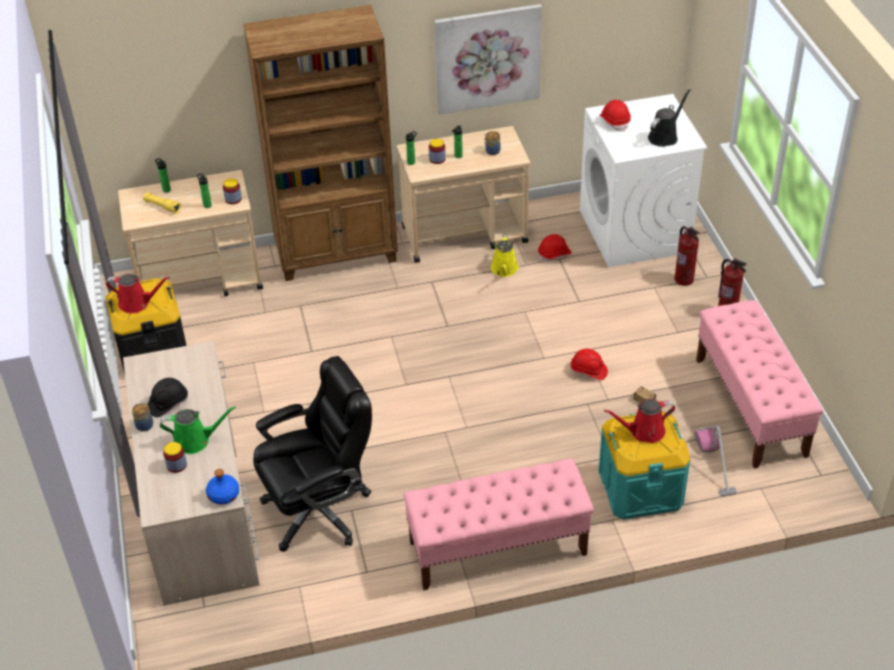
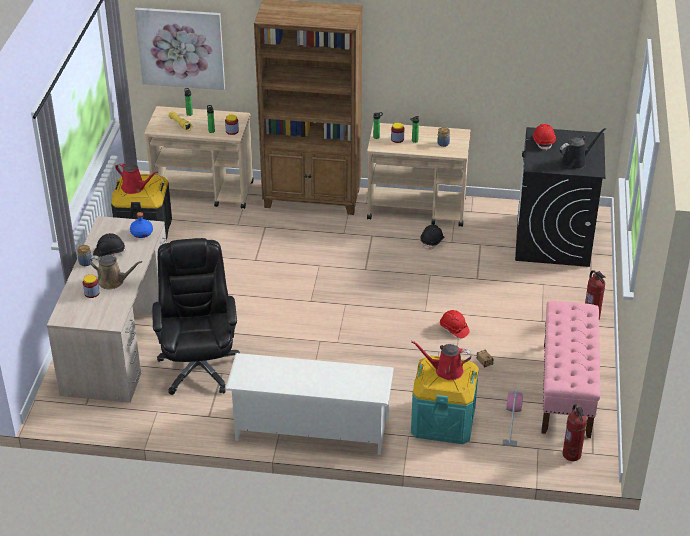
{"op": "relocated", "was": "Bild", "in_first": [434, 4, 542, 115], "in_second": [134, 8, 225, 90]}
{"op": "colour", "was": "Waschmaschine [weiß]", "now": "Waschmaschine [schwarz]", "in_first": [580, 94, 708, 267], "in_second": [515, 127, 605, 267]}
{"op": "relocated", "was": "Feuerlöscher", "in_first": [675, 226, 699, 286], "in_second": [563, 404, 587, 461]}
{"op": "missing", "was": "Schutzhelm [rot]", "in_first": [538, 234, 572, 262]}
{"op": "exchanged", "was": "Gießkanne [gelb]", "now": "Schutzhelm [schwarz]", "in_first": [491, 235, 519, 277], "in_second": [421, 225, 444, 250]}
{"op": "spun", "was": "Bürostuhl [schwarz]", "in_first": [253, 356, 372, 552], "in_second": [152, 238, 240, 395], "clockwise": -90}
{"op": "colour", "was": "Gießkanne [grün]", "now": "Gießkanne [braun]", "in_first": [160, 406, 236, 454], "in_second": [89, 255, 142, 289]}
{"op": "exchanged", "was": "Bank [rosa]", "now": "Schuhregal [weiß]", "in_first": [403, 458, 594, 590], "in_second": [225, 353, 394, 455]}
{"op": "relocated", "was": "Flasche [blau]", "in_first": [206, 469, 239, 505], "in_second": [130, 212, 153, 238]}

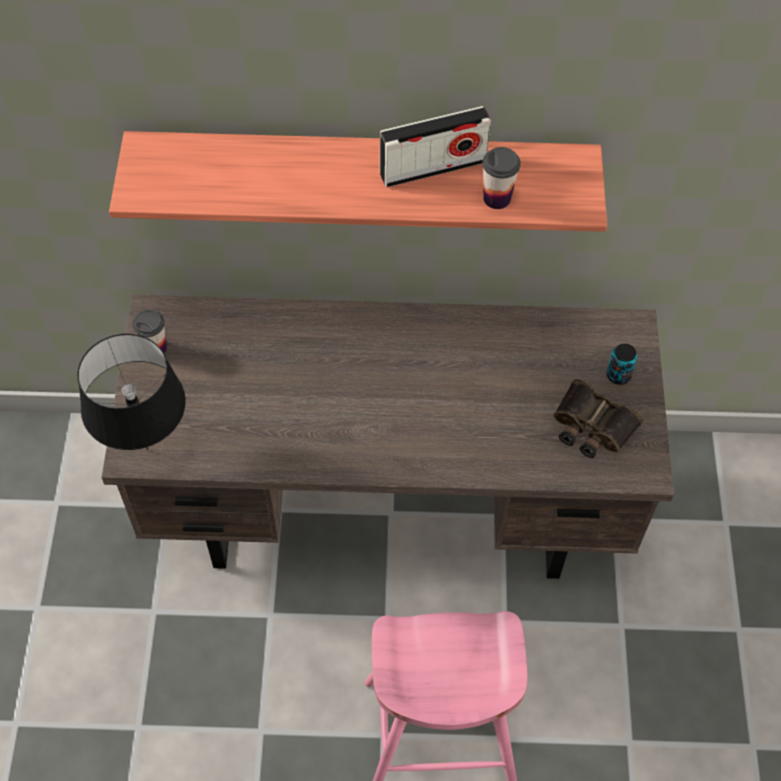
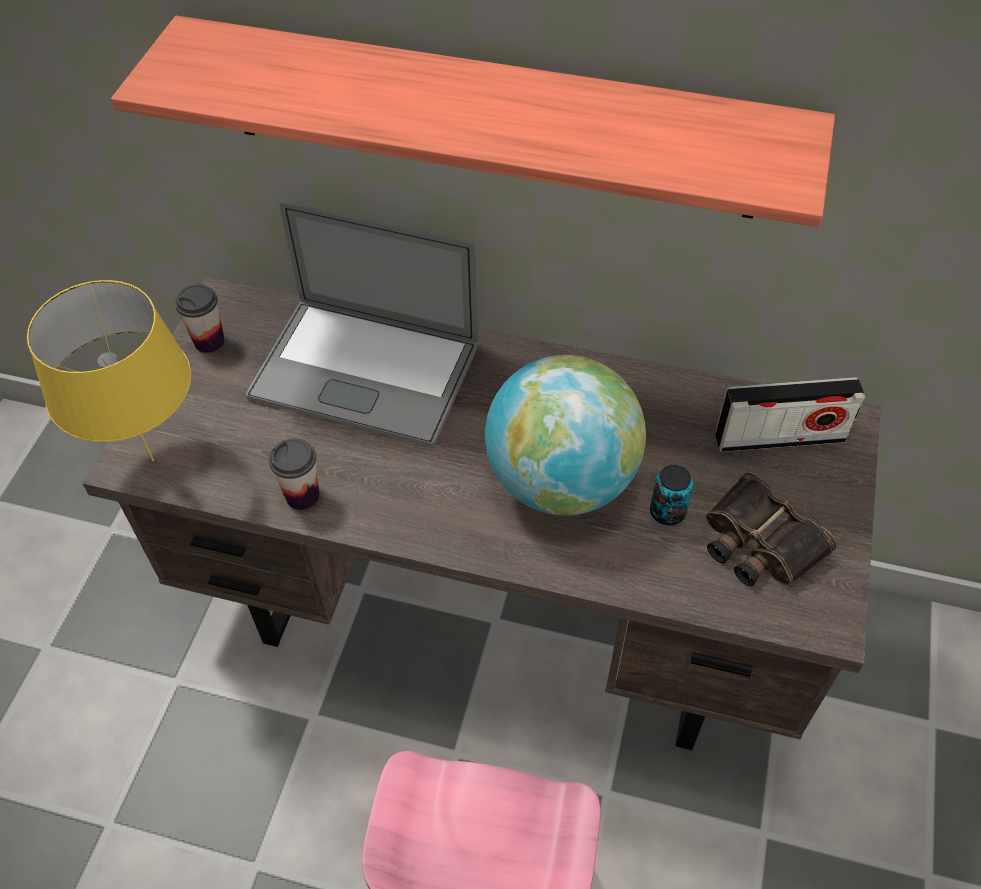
{"op": "relocated", "was": "Radio", "in_first": [380, 106, 491, 187], "in_second": [715, 377, 865, 452]}
{"op": "relocated", "was": "Tasse", "in_first": [482, 147, 521, 209], "in_second": [269, 438, 319, 510]}
{"op": "colour", "was": "Tischlampe [schwarz]", "now": "Tischlampe [gelb]", "in_first": [77, 334, 186, 451], "in_second": [27, 280, 191, 461]}
{"op": "relocated", "was": "Dose", "in_first": [607, 343, 637, 385], "in_second": [650, 465, 693, 526]}
{"op": "appeared", "now": "Laptop", "in_second": [246, 201, 479, 447]}
{"op": "appeared", "now": "Globus", "in_second": [485, 355, 646, 516]}

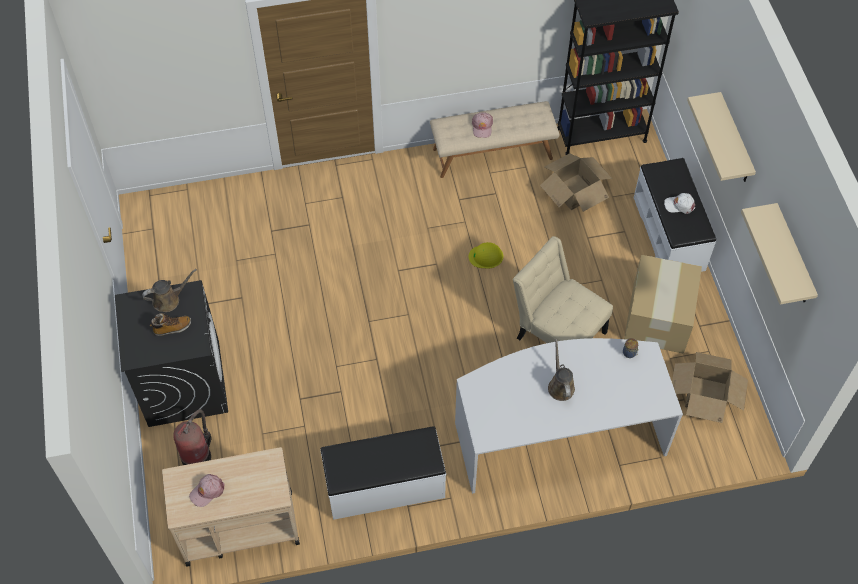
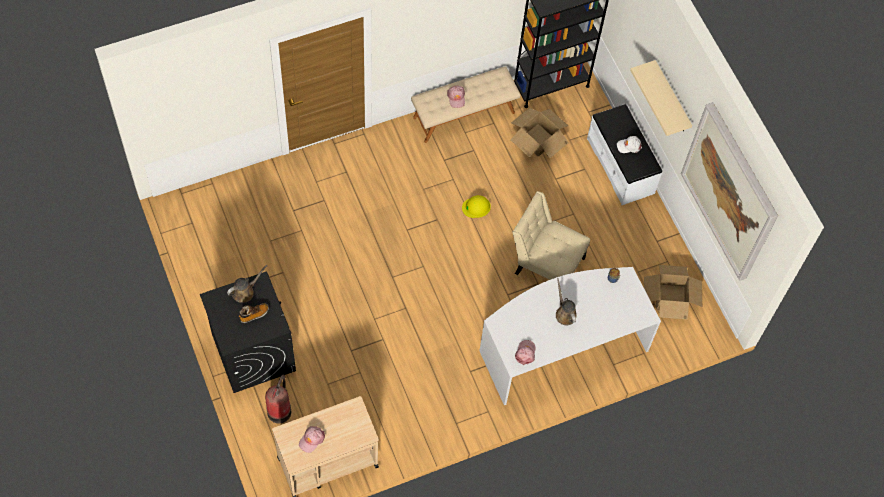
{"op": "exchanged", "was": "Wandregal [beige]", "now": "Bild", "in_first": [741, 203, 818, 305], "in_second": [681, 102, 778, 281]}
{"op": "missing", "was": "Karton", "in_first": [624, 255, 702, 354]}
{"op": "missing", "was": "Bank [weiß]", "in_first": [321, 426, 446, 520]}
{"op": "appeared", "now": "Kappe [rosa]", "in_second": [515, 340, 536, 365]}

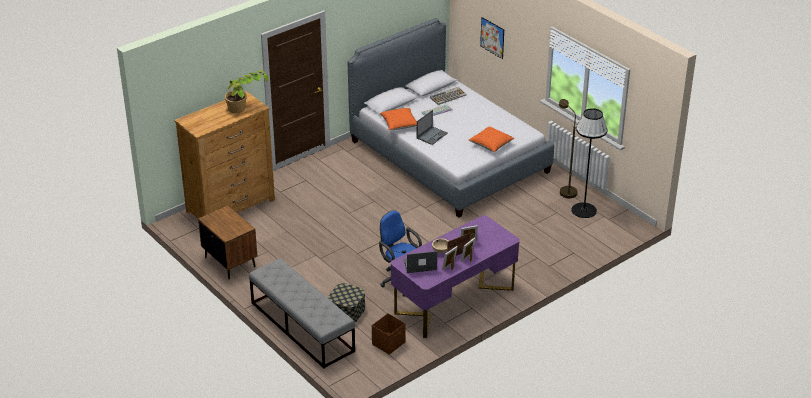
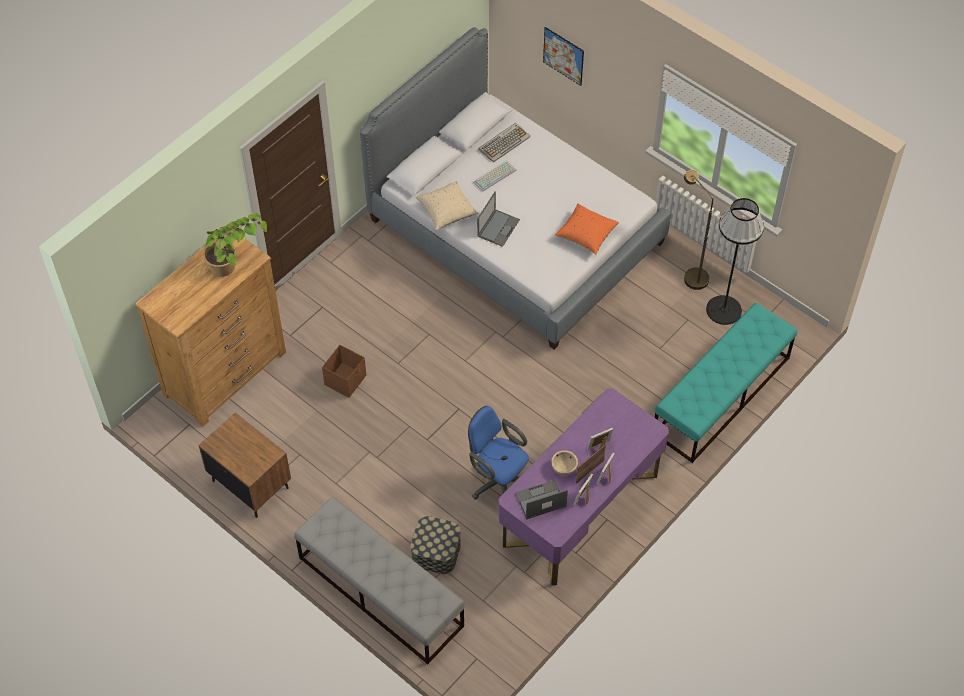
{"op": "colour", "was": "Kissen [orange]", "now": "Kissen [beige]", "in_first": [380, 108, 417, 130], "in_second": [416, 181, 478, 230]}
{"op": "relocated", "was": "Aufbewahrungsbox [braun]", "in_first": [372, 313, 405, 355], "in_second": [322, 345, 366, 398]}
{"op": "appeared", "now": "Bank [türkis]", "in_second": [655, 303, 797, 463]}

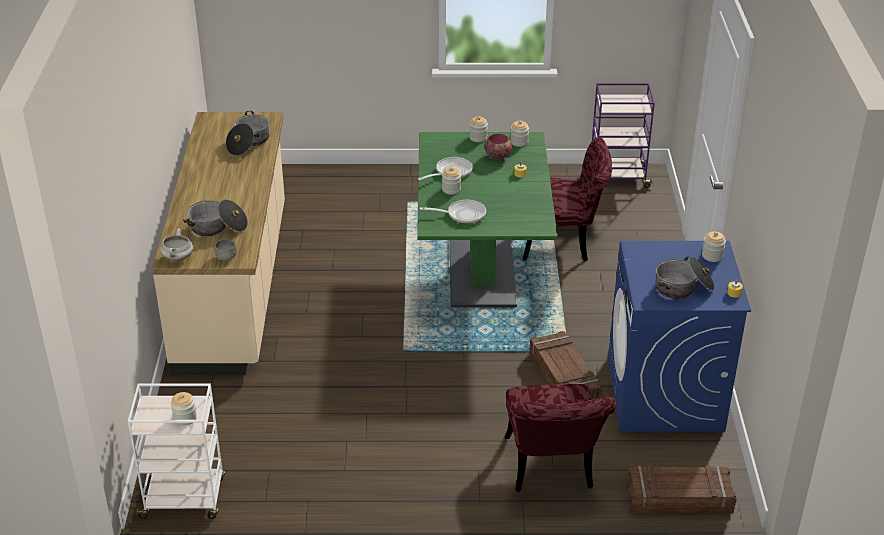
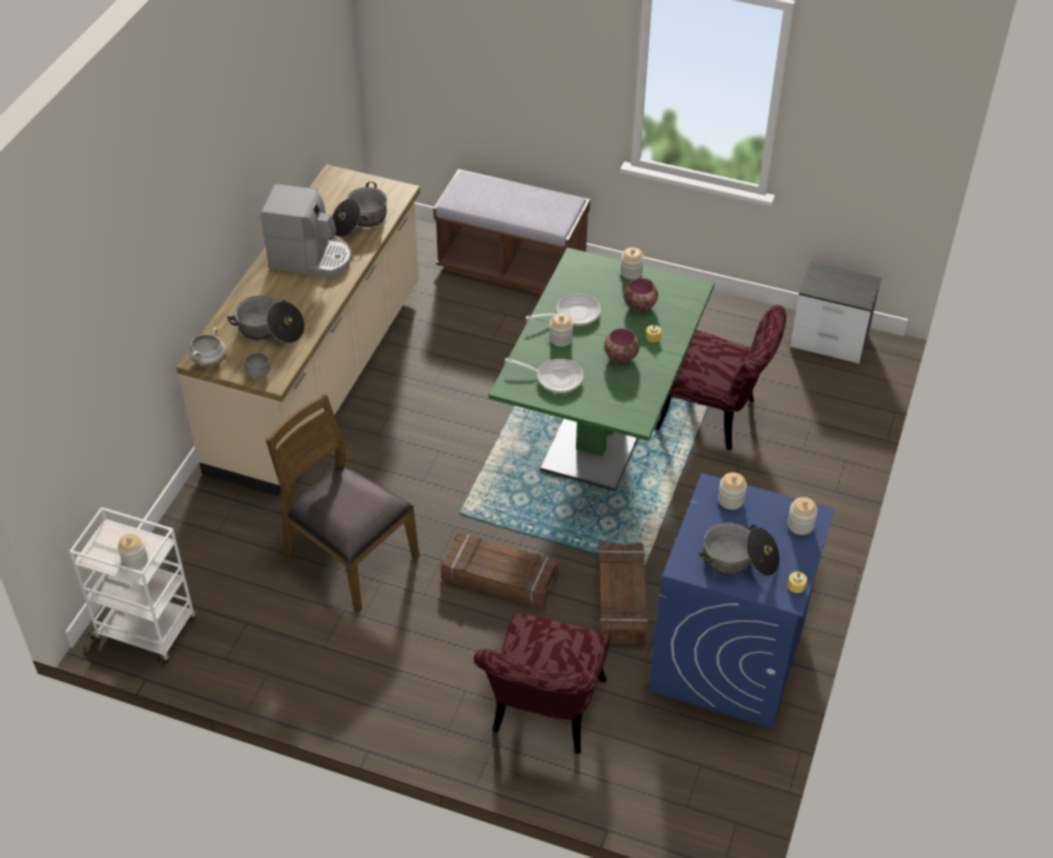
{"op": "exchanged", "was": "Rollwagen [lila]", "now": "Nachttisch", "in_first": [592, 83, 655, 188], "in_second": [790, 261, 882, 363]}
{"op": "relocated", "was": "Vorratsglas", "in_first": [510, 121, 529, 147], "in_second": [718, 472, 747, 510]}
{"op": "relocated", "was": "Kiste", "in_first": [626, 465, 737, 513], "in_second": [441, 533, 559, 610]}
{"op": "appeared", "now": "Bank [braun]", "in_second": [433, 169, 590, 294]}
{"op": "appeared", "now": "Kaffeemaschine", "in_second": [261, 184, 351, 277]}
{"op": "appeared", "now": "Schüssel", "in_second": [604, 328, 640, 365]}
{"op": "appeared", "now": "Stuhl [braun]", "in_second": [266, 394, 420, 613]}

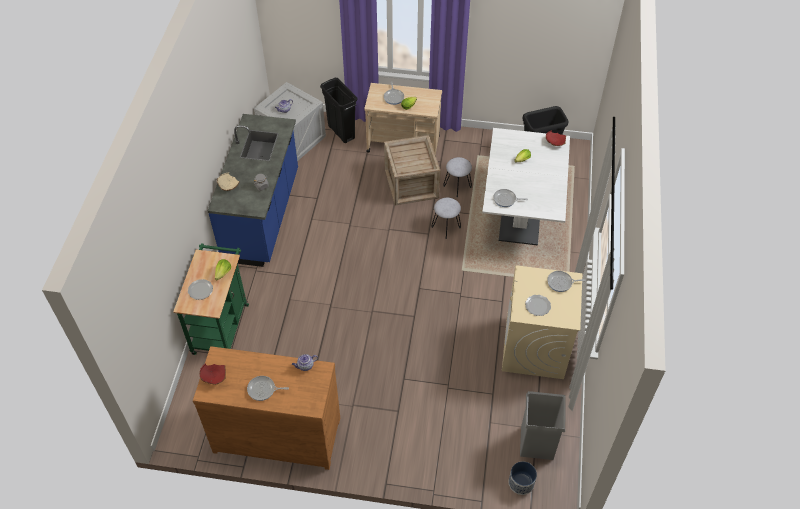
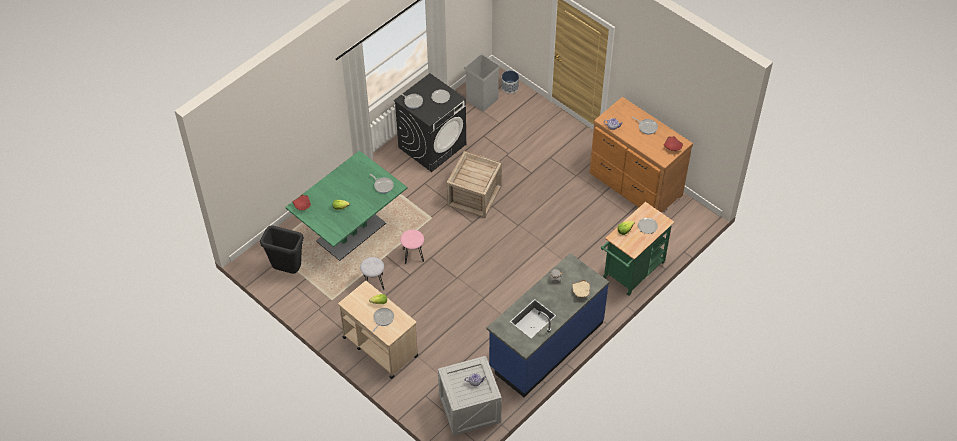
{"op": "missing", "was": "Mülleimer [schwarz]", "in_first": [320, 78, 358, 143]}
{"op": "colour", "was": "Esstisch [weiß]", "now": "Esstisch [grün]", "in_first": [482, 128, 570, 246], "in_second": [285, 150, 408, 261]}
{"op": "relocated", "was": "Kiste", "in_first": [384, 135, 441, 205], "in_second": [446, 151, 502, 218]}
{"op": "colour", "was": "Hocker [grau]", "now": "Hocker [rosa]", "in_first": [431, 198, 461, 239], "in_second": [400, 230, 424, 264]}
{"op": "colour", "was": "Waschmaschine [beige]", "now": "Waschmaschine [schwarz]", "in_first": [502, 265, 583, 379], "in_second": [394, 73, 466, 172]}

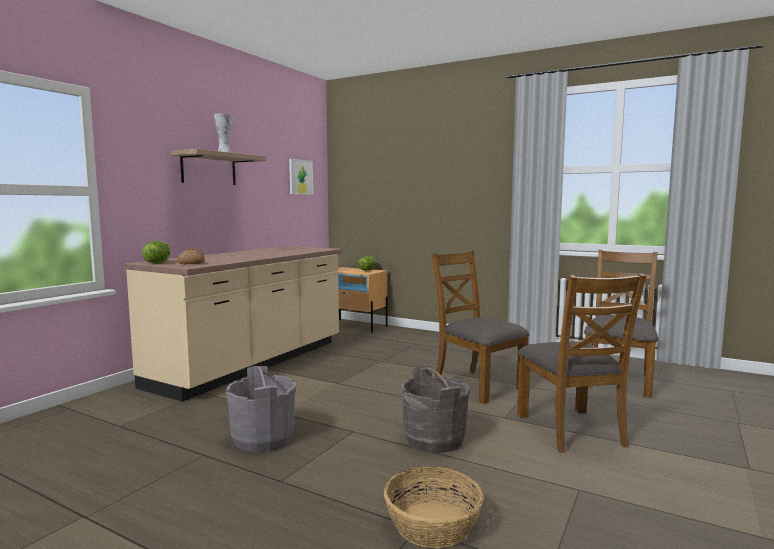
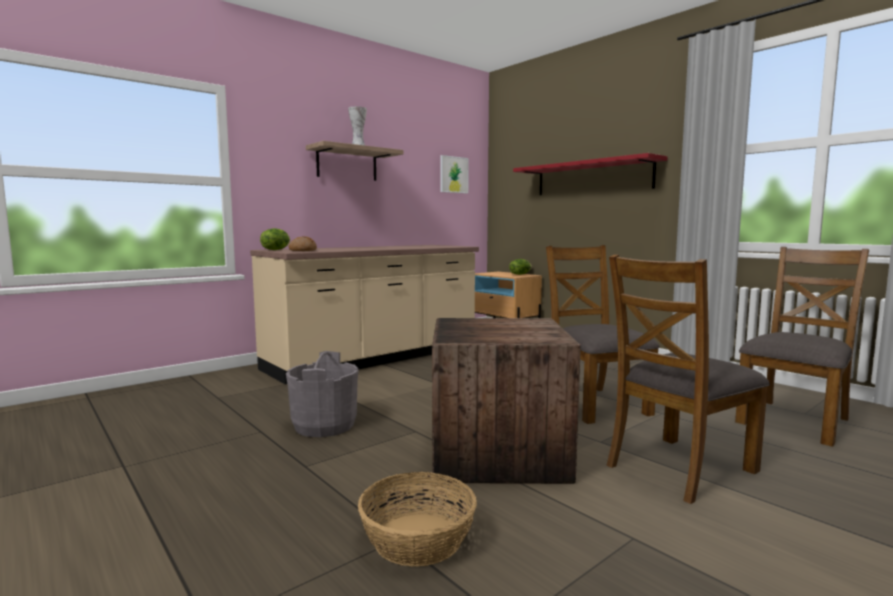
{"op": "spun", "was": "Stuhl [braun]", "in_first": [517, 273, 646, 453], "in_second": [607, 254, 770, 504], "clockwise": 45}
{"op": "exchanged", "was": "Eimer [grau]", "now": "Kiste", "in_first": [401, 366, 470, 453], "in_second": [432, 318, 581, 484]}
{"op": "appeared", "now": "Wandregal [rot]", "in_second": [513, 153, 668, 195]}

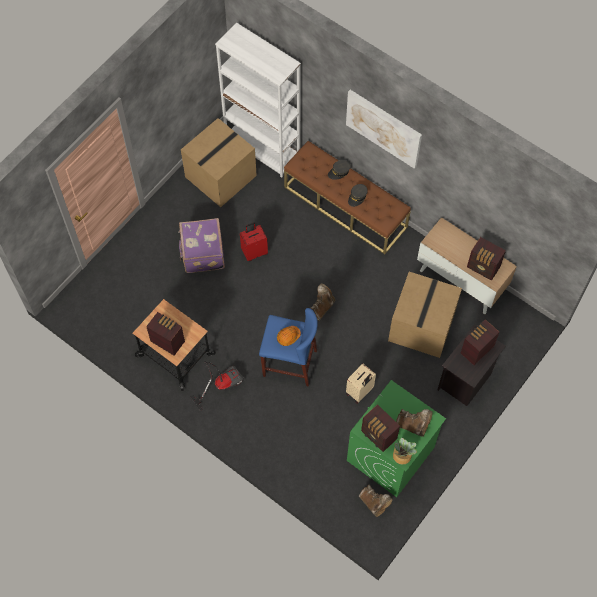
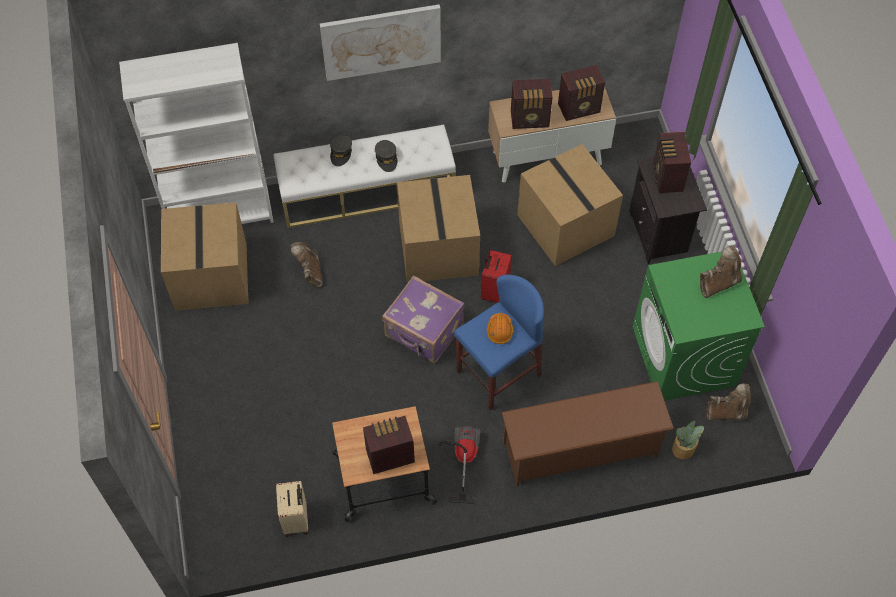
{"op": "colour", "was": "Bank [braun]", "now": "Bank [weiß]", "in_first": [284, 141, 411, 254], "in_second": [273, 124, 456, 228]}
{"op": "relocated", "was": "Koffer [lila]", "in_first": [178, 218, 225, 273], "in_second": [382, 276, 464, 363]}
{"op": "relocated", "was": "Koffer [rot]", "in_first": [240, 222, 268, 261], "in_second": [481, 249, 512, 303]}
{"op": "relocated", "was": "Stiefel [braun]", "in_first": [310, 283, 336, 321], "in_second": [291, 242, 323, 287]}
{"op": "relocated", "was": "Koffer [beige]", "in_first": [346, 364, 376, 404], "in_second": [276, 481, 308, 537]}
{"op": "relocated", "was": "Radio", "in_first": [361, 404, 400, 452], "in_second": [511, 79, 553, 129]}
{"op": "relocated", "was": "Topfpflanze", "in_first": [393, 438, 417, 464], "in_second": [672, 421, 704, 459]}
{"op": "appeared", "now": "Karton", "in_second": [397, 175, 480, 283]}
{"op": "appeared", "now": "Schuhregal [braun]", "in_second": [502, 381, 674, 486]}

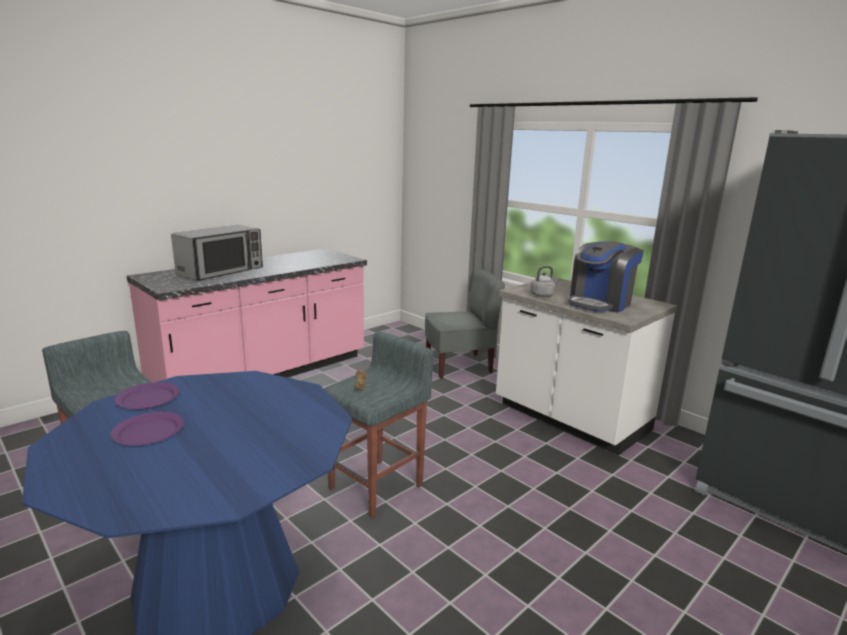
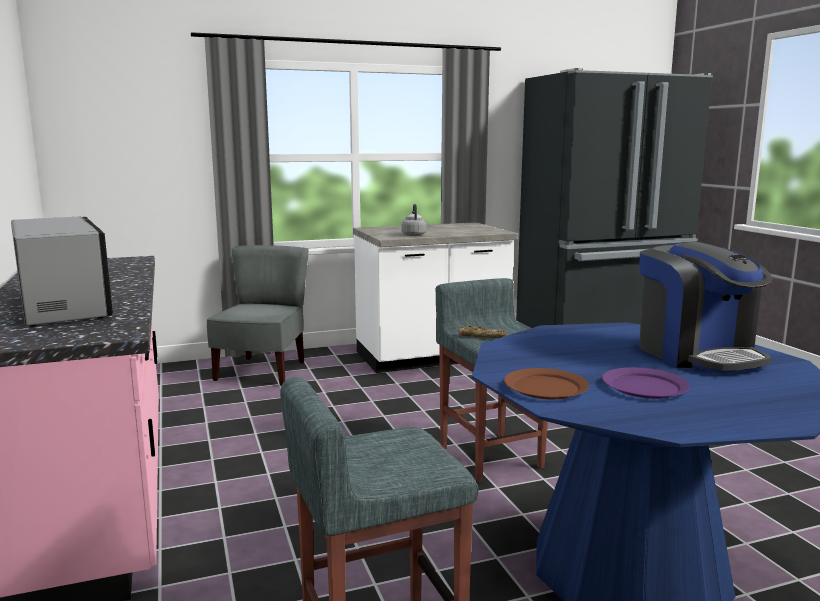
{"op": "relocated", "was": "Kaffeemaschine", "in_first": [568, 241, 644, 312], "in_second": [639, 242, 773, 373]}
{"op": "colour", "was": "Teller [lila]", "now": "Teller [braun]", "in_first": [114, 382, 180, 409], "in_second": [504, 368, 589, 399]}

